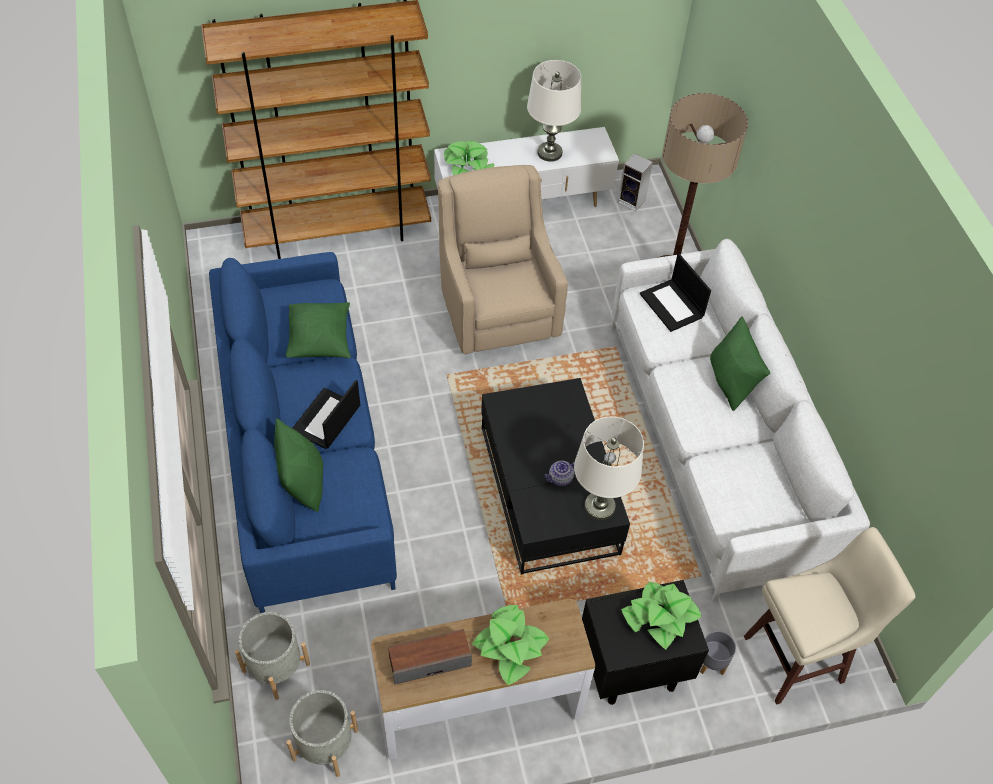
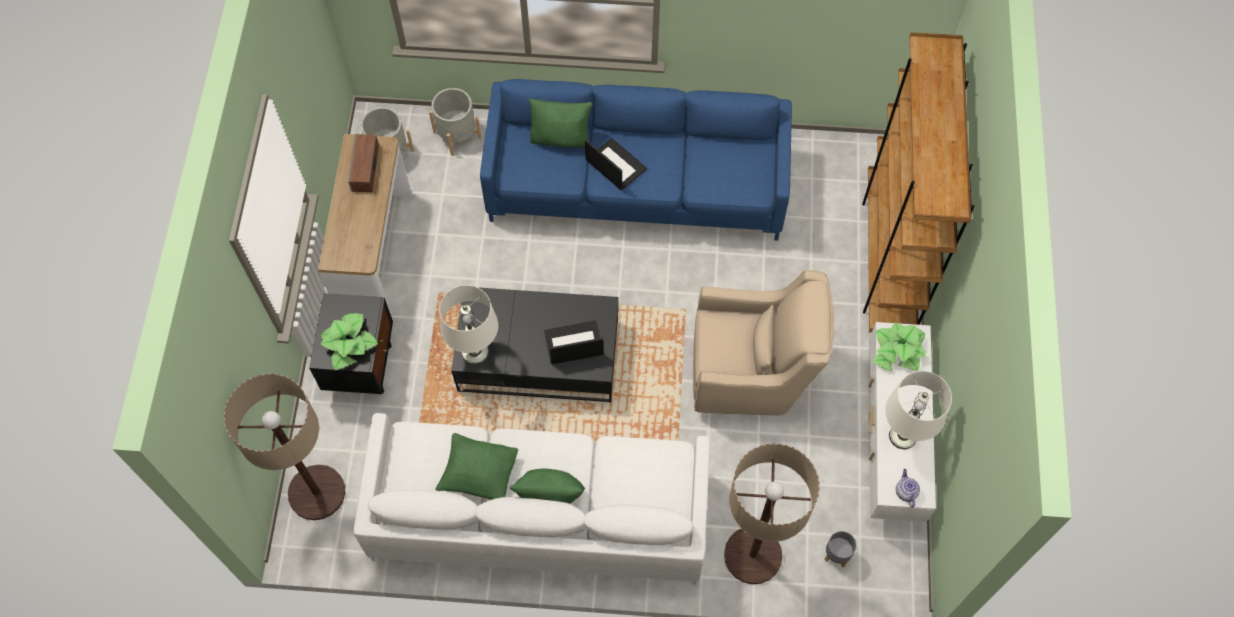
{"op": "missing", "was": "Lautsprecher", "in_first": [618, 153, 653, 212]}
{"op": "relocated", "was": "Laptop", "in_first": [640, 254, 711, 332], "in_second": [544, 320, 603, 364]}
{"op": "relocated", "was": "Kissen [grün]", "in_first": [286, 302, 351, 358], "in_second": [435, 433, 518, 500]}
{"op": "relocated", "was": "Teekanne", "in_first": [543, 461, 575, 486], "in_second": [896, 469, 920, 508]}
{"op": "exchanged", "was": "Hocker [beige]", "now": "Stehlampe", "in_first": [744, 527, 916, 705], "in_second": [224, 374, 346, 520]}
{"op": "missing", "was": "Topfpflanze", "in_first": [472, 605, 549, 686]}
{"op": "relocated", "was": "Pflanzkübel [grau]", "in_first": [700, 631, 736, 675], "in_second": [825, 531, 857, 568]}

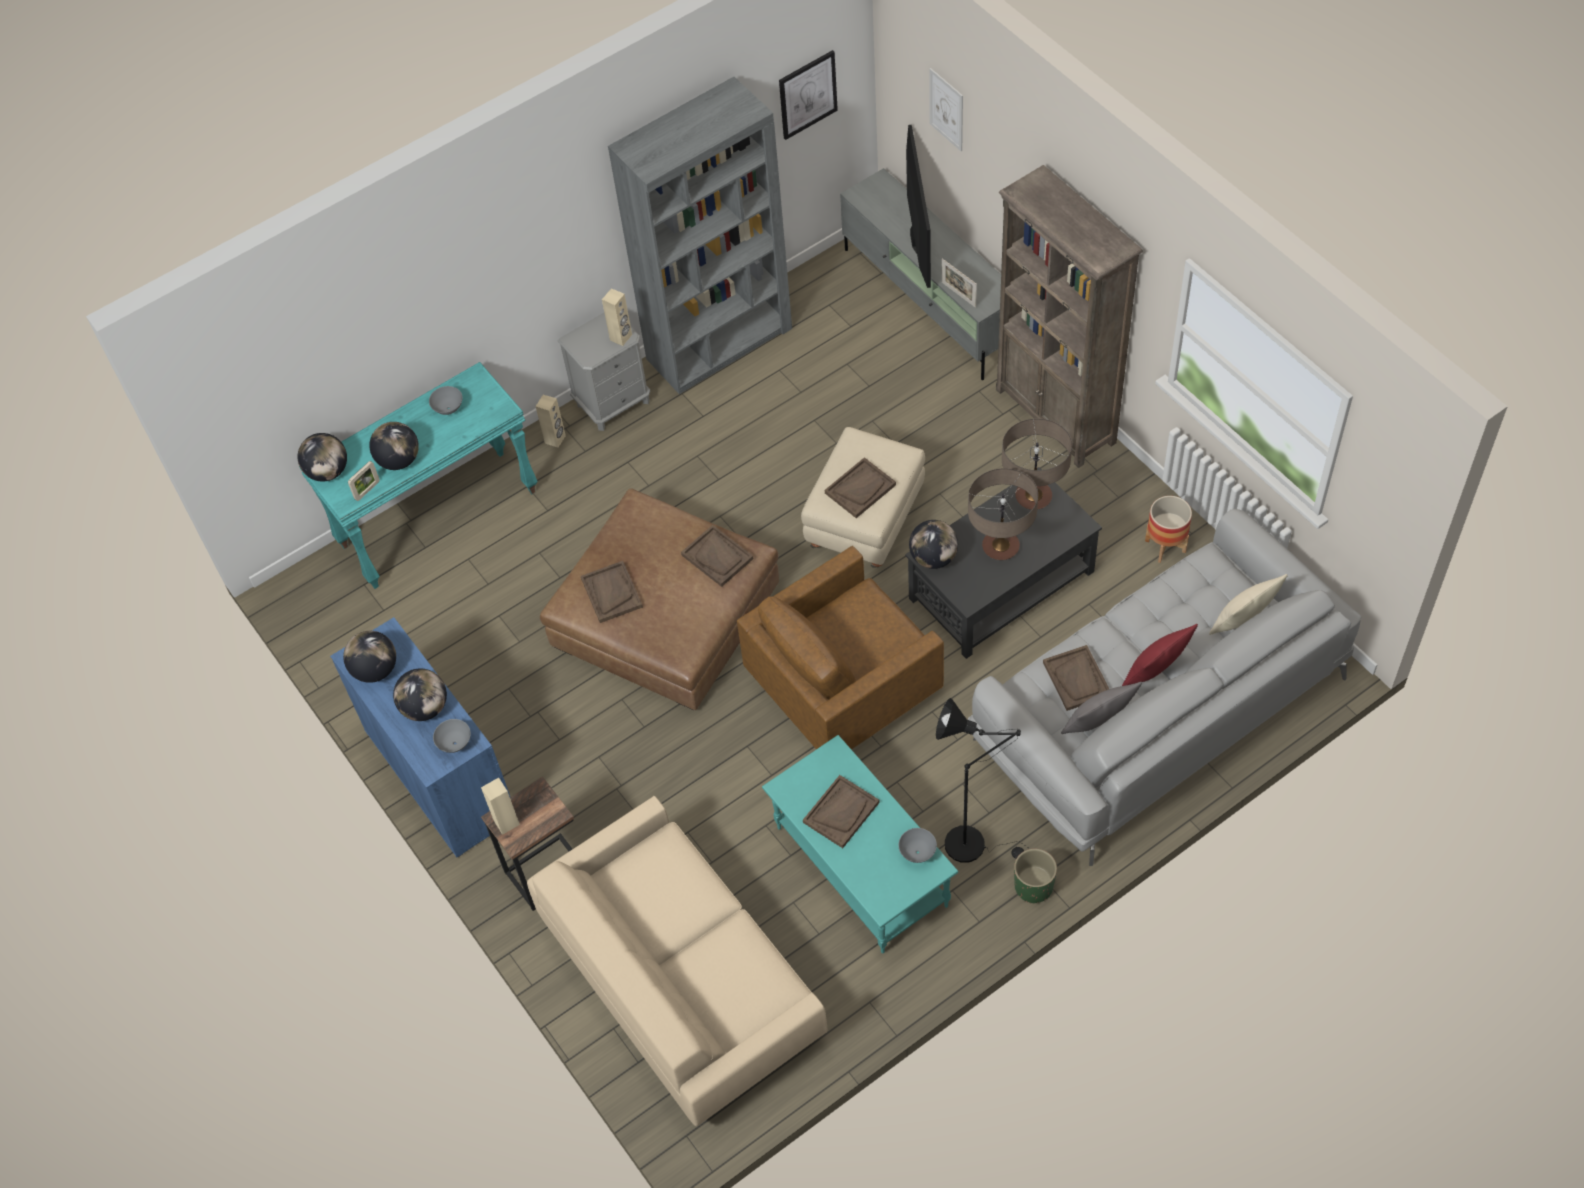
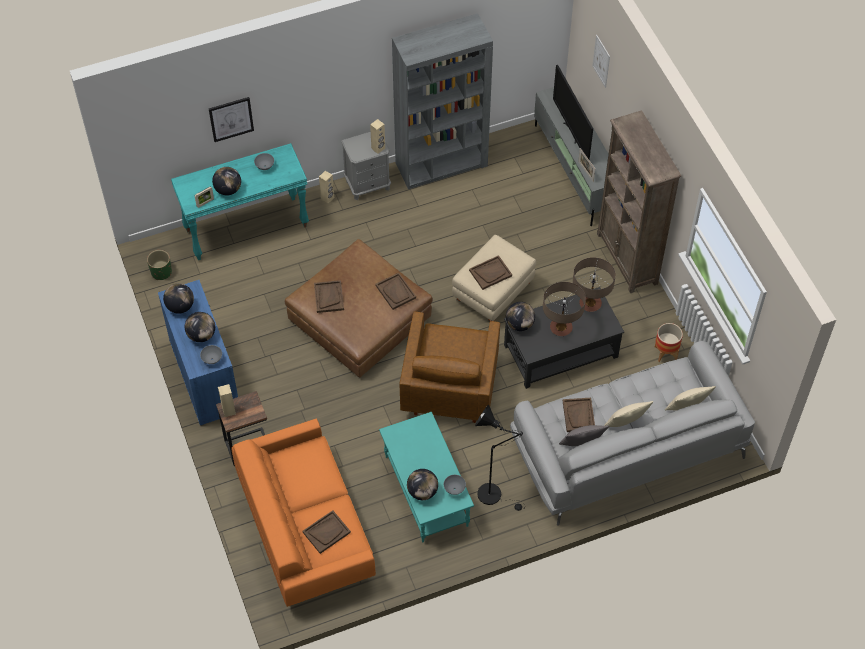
{"op": "relocated", "was": "Bild", "in_first": [779, 50, 838, 140], "in_second": [209, 97, 254, 142]}
{"op": "spun", "was": "Fernseher", "in_first": [906, 125, 931, 288], "in_second": [553, 65, 593, 160], "clockwise": 150}
{"op": "relocated", "was": "Globus", "in_first": [297, 433, 347, 482], "in_second": [407, 469, 438, 500]}
{"op": "spun", "was": "Sessel [braun]", "in_first": [737, 546, 944, 750], "in_second": [399, 312, 500, 423], "clockwise": -60}
{"op": "colour", "was": "Kissen [rot]", "now": "Kissen [beige]", "in_first": [1122, 624, 1198, 686], "in_second": [604, 401, 653, 427]}
{"op": "relocated", "was": "Tablett [braun]", "in_first": [803, 775, 880, 848], "in_second": [303, 510, 351, 554]}
{"op": "colour", "was": "Sofa [beige]", "now": "Sofa [orange]", "in_first": [527, 796, 828, 1126], "in_second": [232, 418, 376, 607]}
{"op": "relocated", "was": "Pflanzkübel [grün]", "in_first": [1014, 849, 1057, 904], "in_second": [147, 250, 172, 280]}

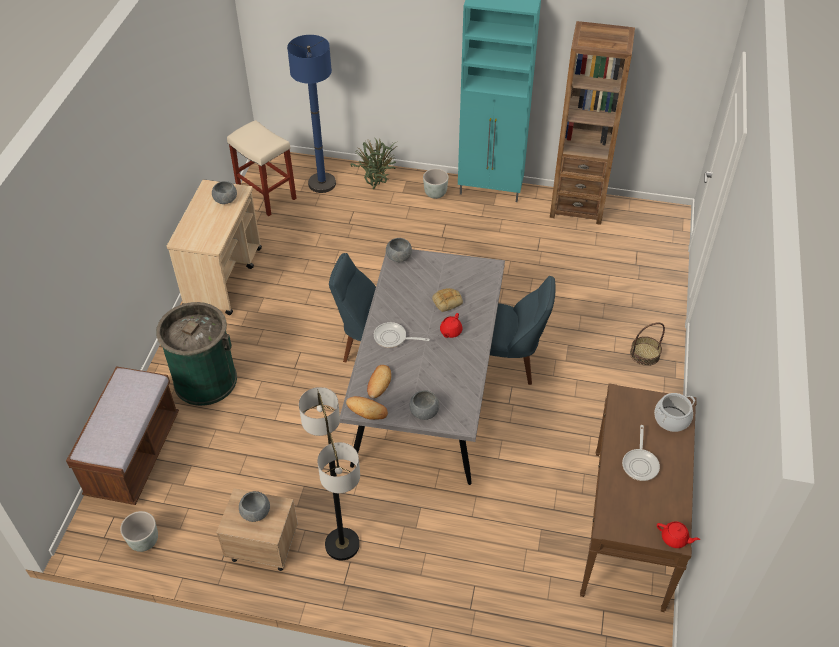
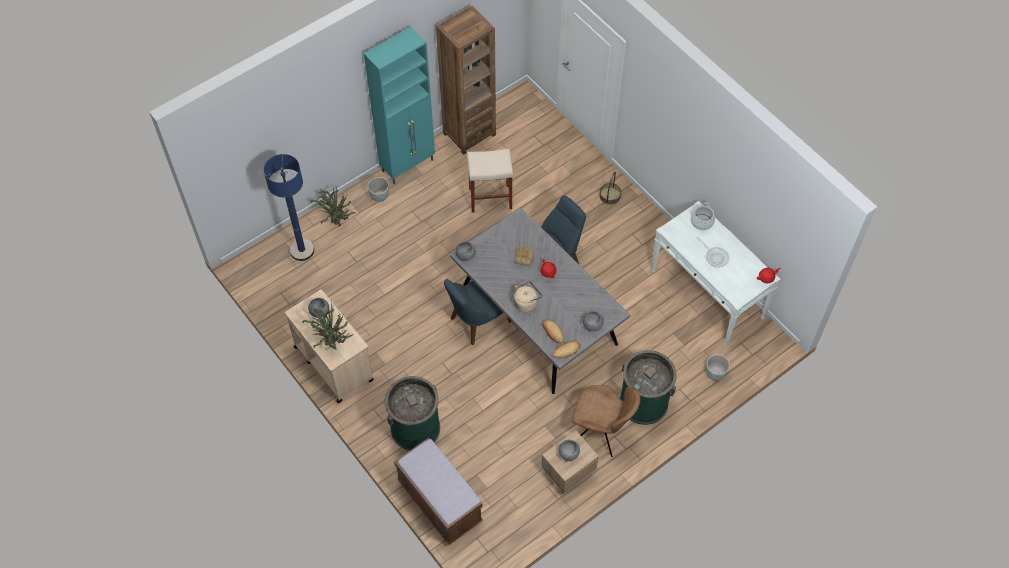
{"op": "relocated", "was": "Hocker [beige]", "in_first": [227, 120, 297, 216], "in_second": [467, 148, 513, 213]}
{"op": "exchanged", "was": "Pfanne", "now": "Wasserkessel [beige]", "in_first": [374, 322, 430, 348], "in_second": [514, 281, 542, 312]}
{"op": "colour", "was": "Konsolentisch [braun]", "now": "Konsolentisch [weiß]", "in_first": [580, 383, 697, 612], "in_second": [651, 201, 781, 347]}
{"op": "exchanged", "was": "Stehlampe", "now": "Stuhl [braun]", "in_first": [299, 387, 360, 560], "in_second": [572, 385, 640, 457]}
{"op": "relocated", "was": "Pflanzkübel [grau]", "in_first": [120, 511, 158, 552], "in_second": [706, 354, 730, 381]}
{"op": "appeared", "now": "Topfpflanze", "in_second": [303, 302, 353, 349]}
{"op": "appeared", "now": "Mülleimer [grün]", "in_second": [620, 350, 677, 425]}

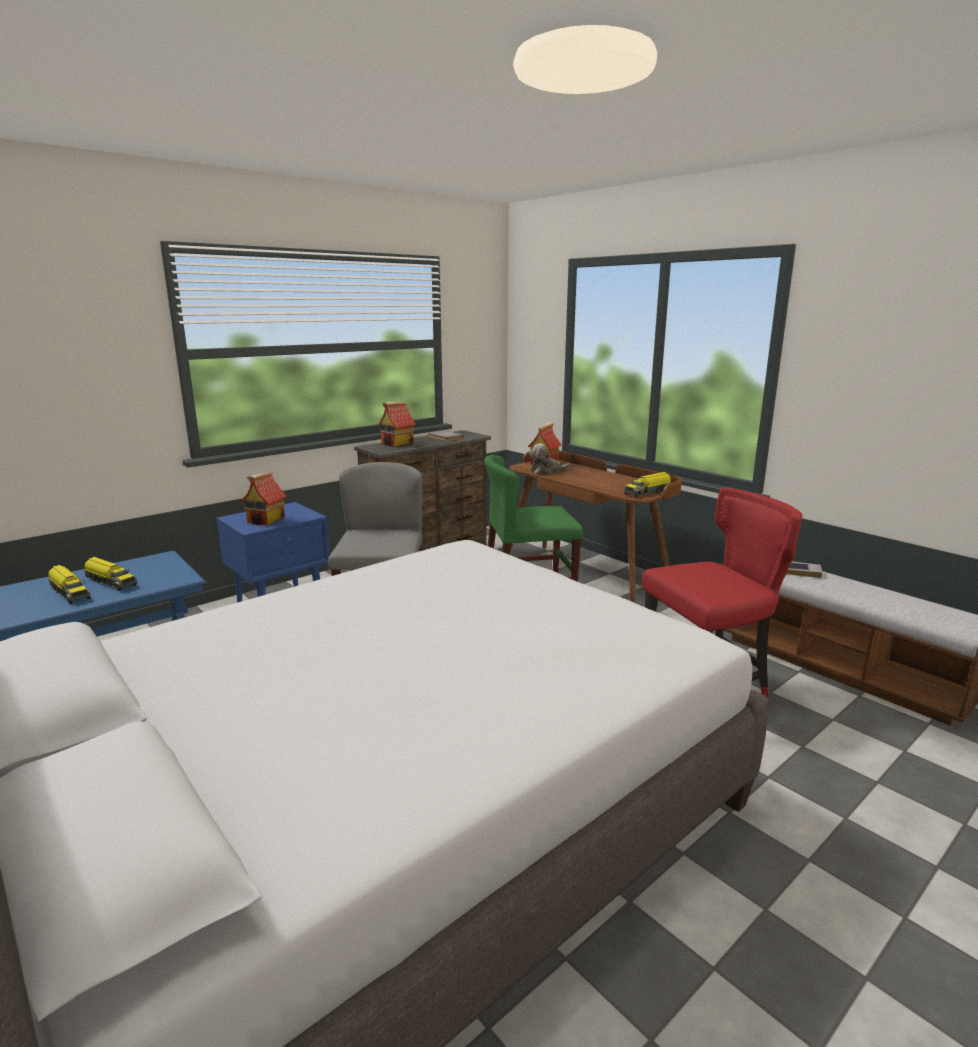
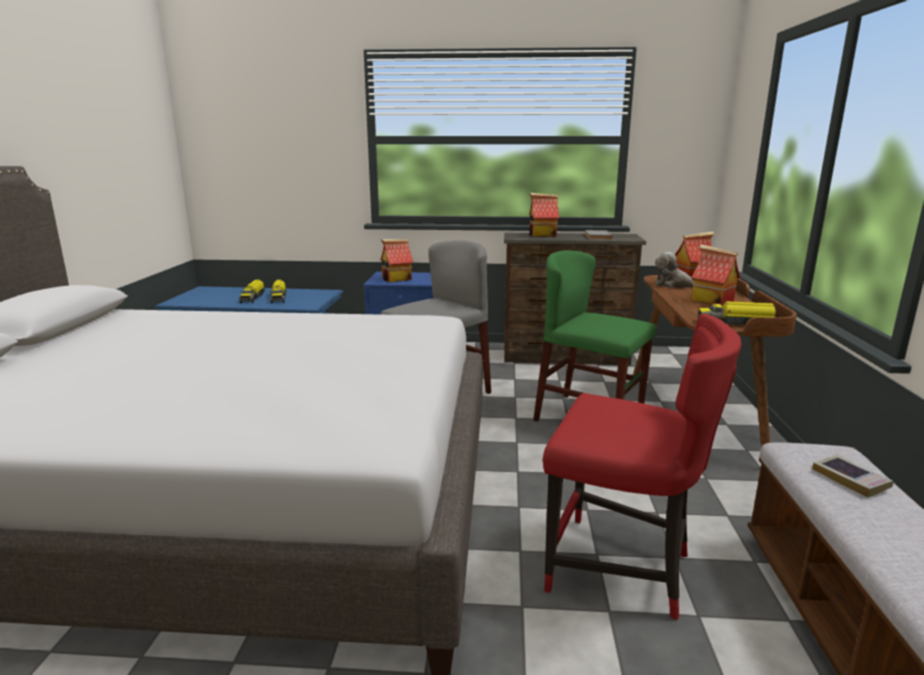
{"op": "appeared", "now": "Spielzeughaus", "in_second": [691, 245, 741, 306]}

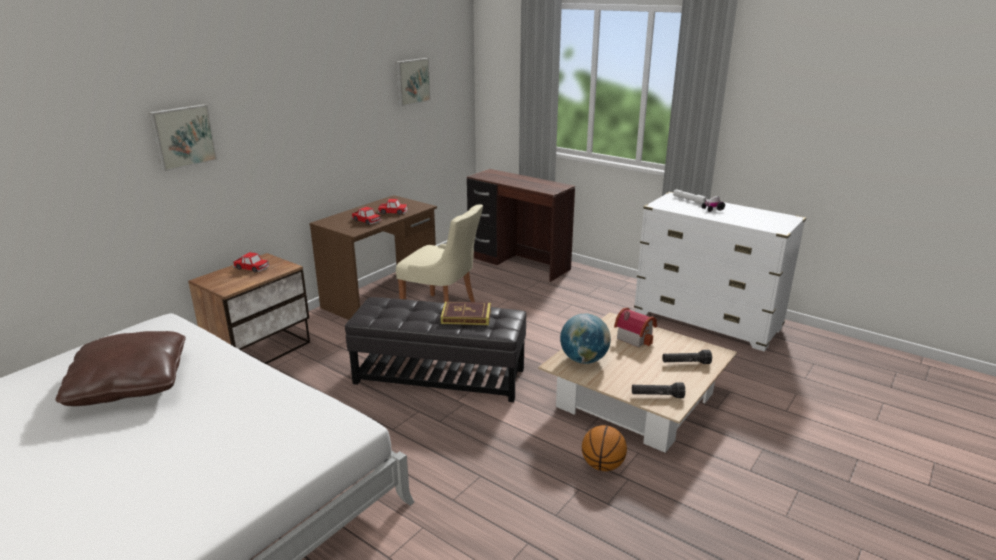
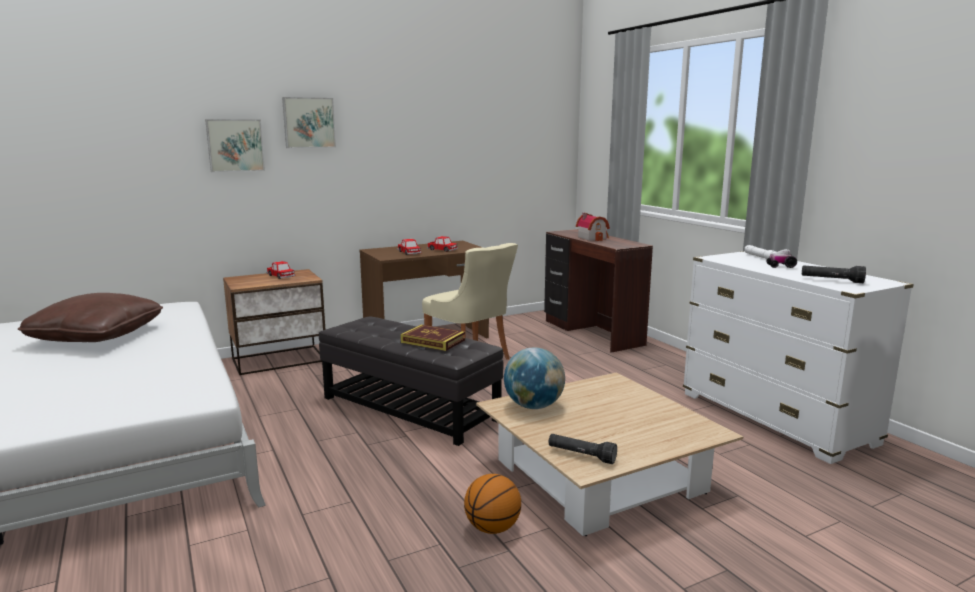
{"op": "relocated", "was": "Bild", "in_first": [395, 58, 431, 106], "in_second": [282, 97, 336, 148]}
{"op": "relocated", "was": "Spielzeughaus", "in_first": [614, 308, 657, 348], "in_second": [576, 213, 610, 241]}
{"op": "relocated", "was": "Taschenlampe [schwarz]", "in_first": [662, 350, 712, 364], "in_second": [802, 265, 866, 283]}

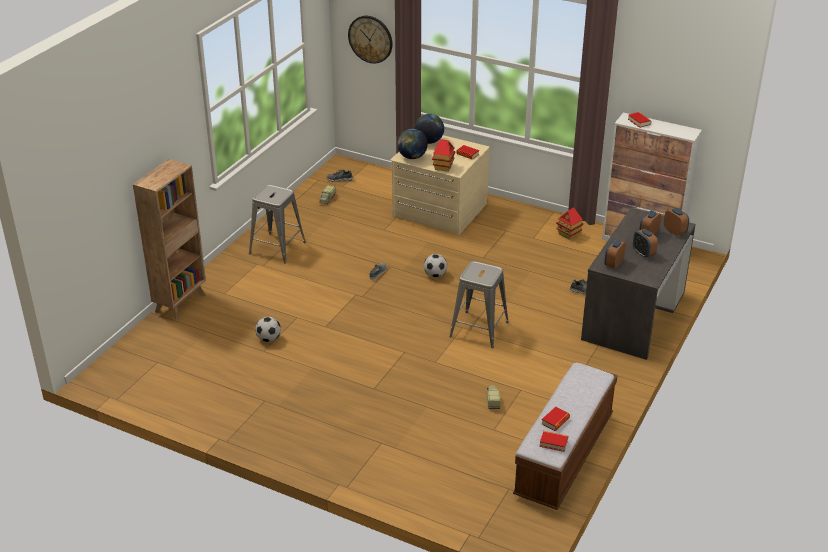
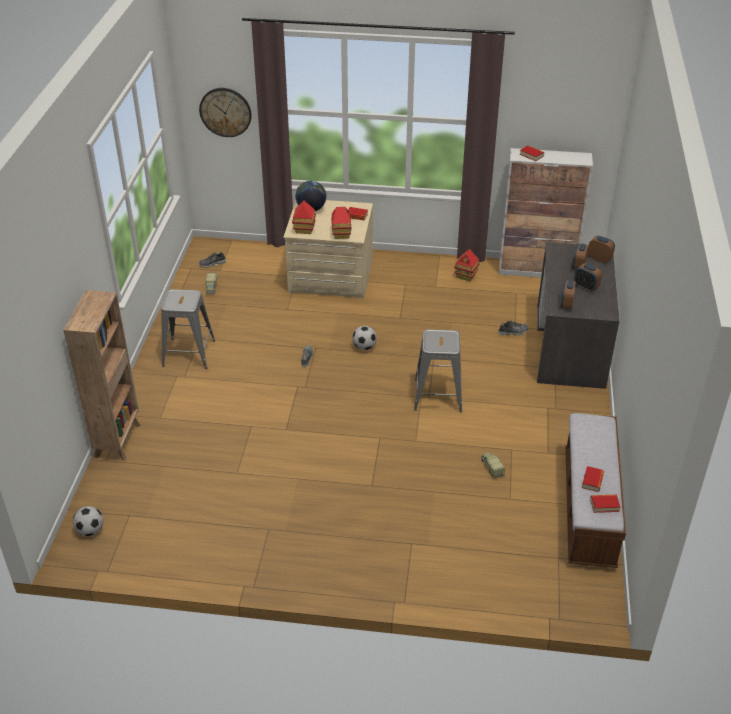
{"op": "exchanged", "was": "Globus", "now": "Spielzeughaus", "in_first": [397, 129, 428, 159], "in_second": [292, 200, 316, 234]}
{"op": "relocated", "was": "Fußball", "in_first": [255, 317, 281, 342], "in_second": [73, 506, 103, 536]}

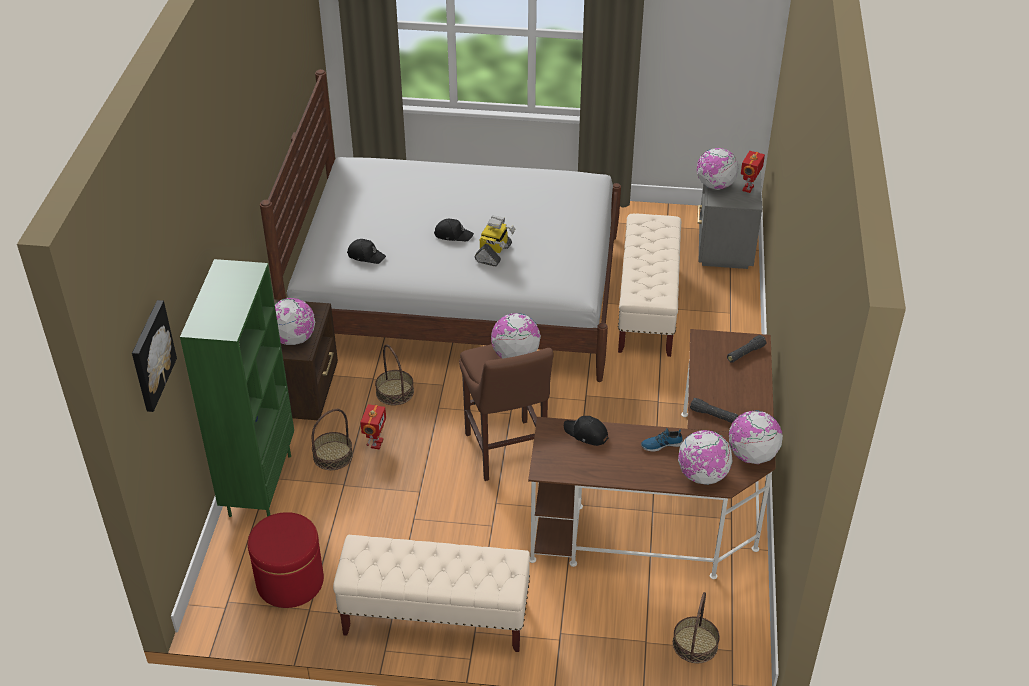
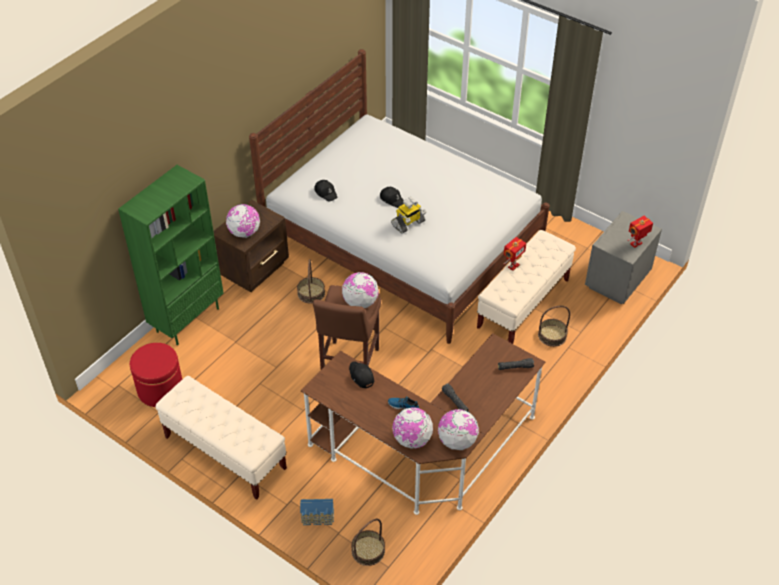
{"op": "missing", "was": "Globus", "in_first": [697, 148, 739, 190]}
{"op": "missing", "was": "Bild", "in_first": [132, 300, 177, 412]}
{"op": "relocated", "was": "Spielzeugroboter", "in_first": [360, 404, 386, 450], "in_second": [504, 237, 526, 271]}
{"op": "relocated", "was": "Korb", "in_first": [312, 409, 353, 470], "in_second": [538, 306, 570, 347]}
{"op": "appeared", "now": "Spielzeughaus", "in_second": [300, 499, 334, 525]}

